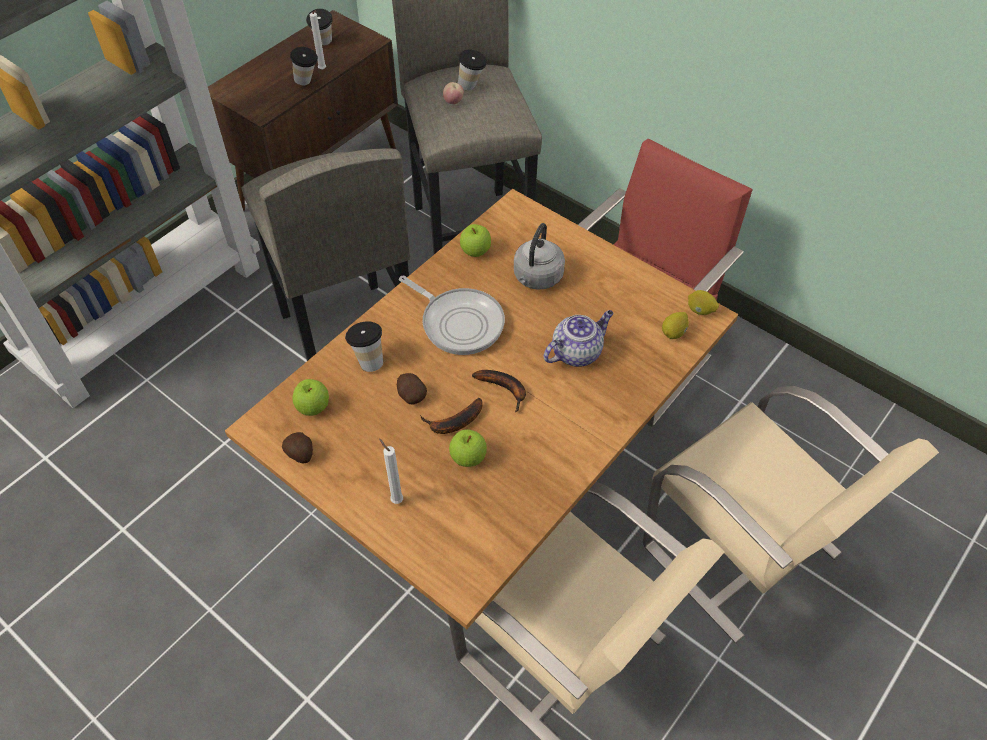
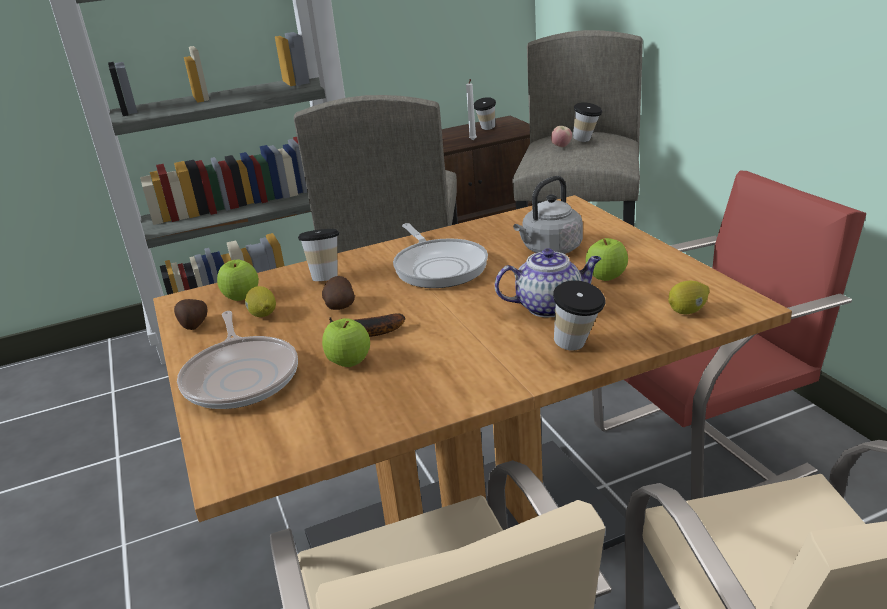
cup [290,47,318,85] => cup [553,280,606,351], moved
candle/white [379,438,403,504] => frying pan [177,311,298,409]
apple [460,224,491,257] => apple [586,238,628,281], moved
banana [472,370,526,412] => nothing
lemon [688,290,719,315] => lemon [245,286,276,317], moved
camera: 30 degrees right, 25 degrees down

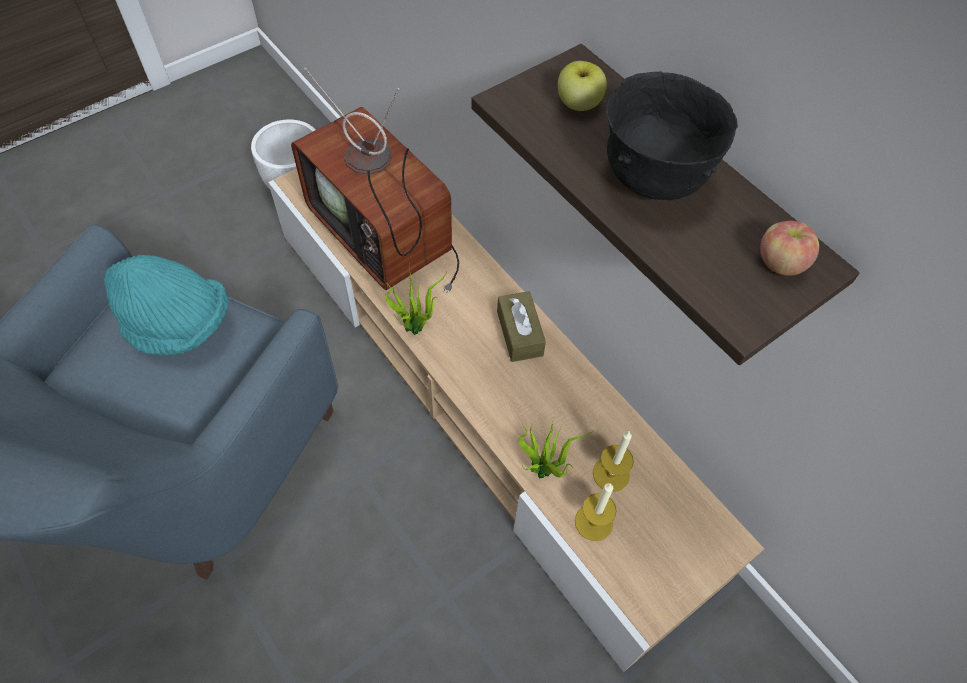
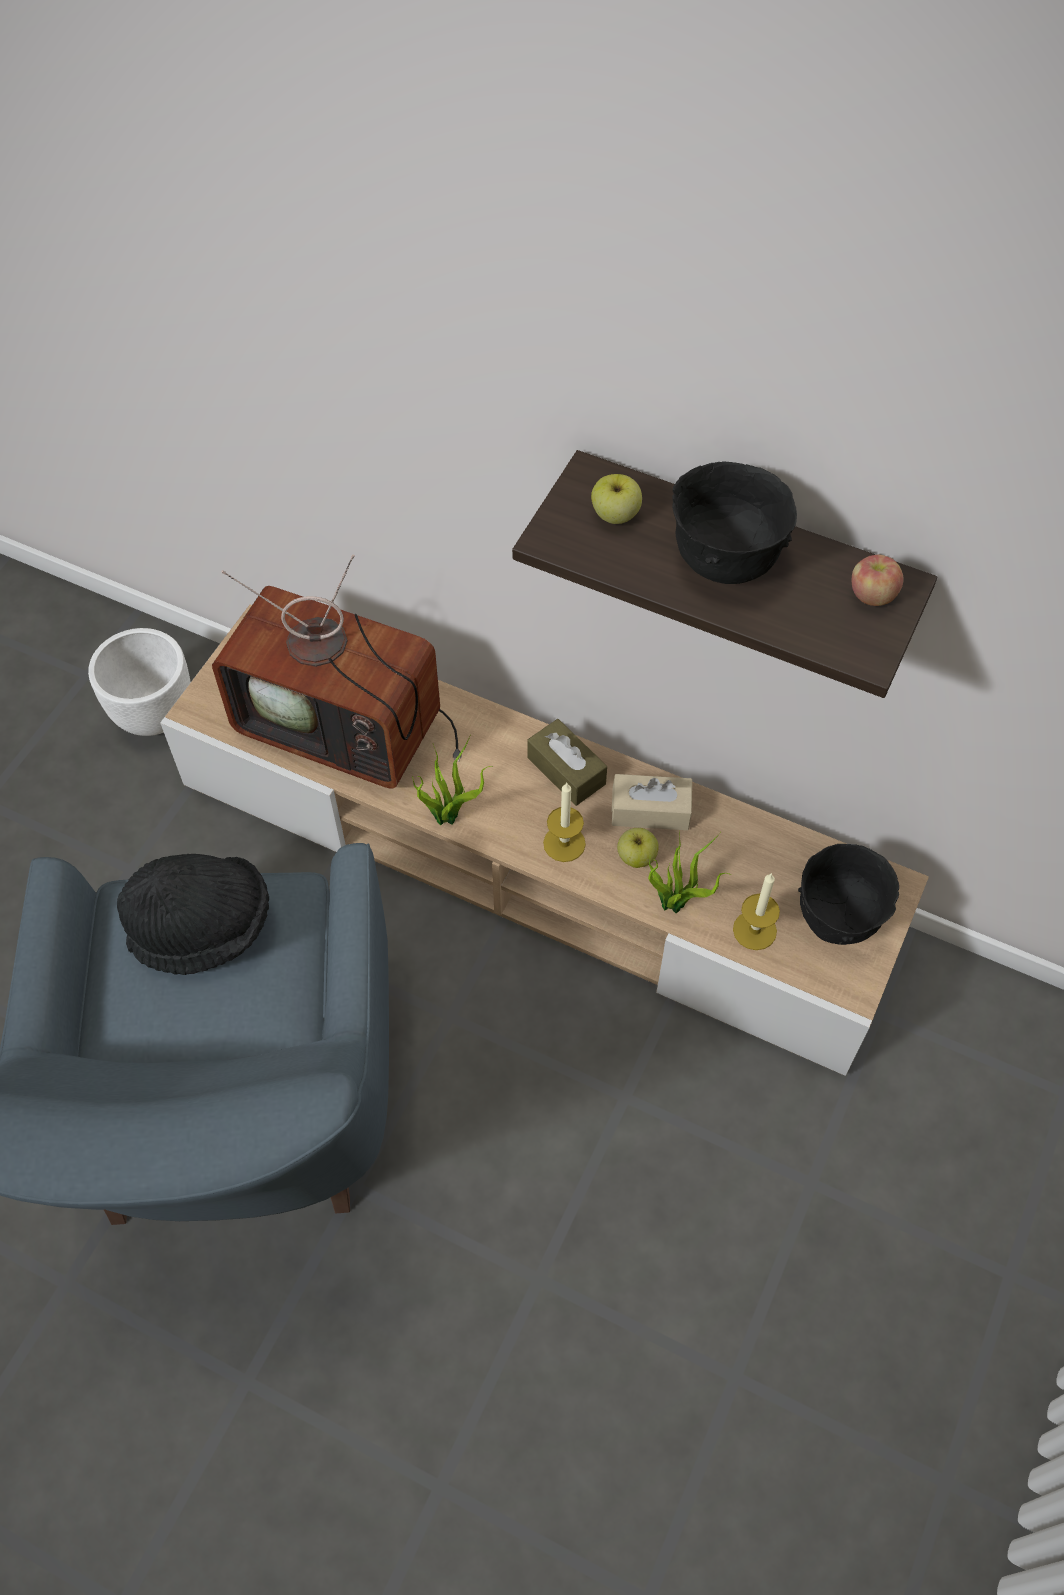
hat/turquoise [104,255,229,355] => hat/black [117,854,269,975]
candle [593,431,634,492] => candle [543,783,586,862], moved
nothing => tissue box/beige [611,774,692,830]
nothing => apple [617,828,659,868]
nothing => bowl/black [798,844,899,945]
camera: 25 degrees left, 0 degrees up

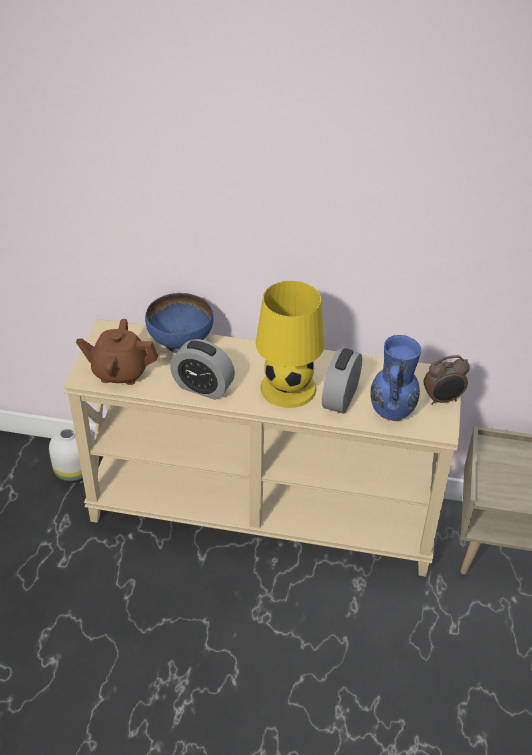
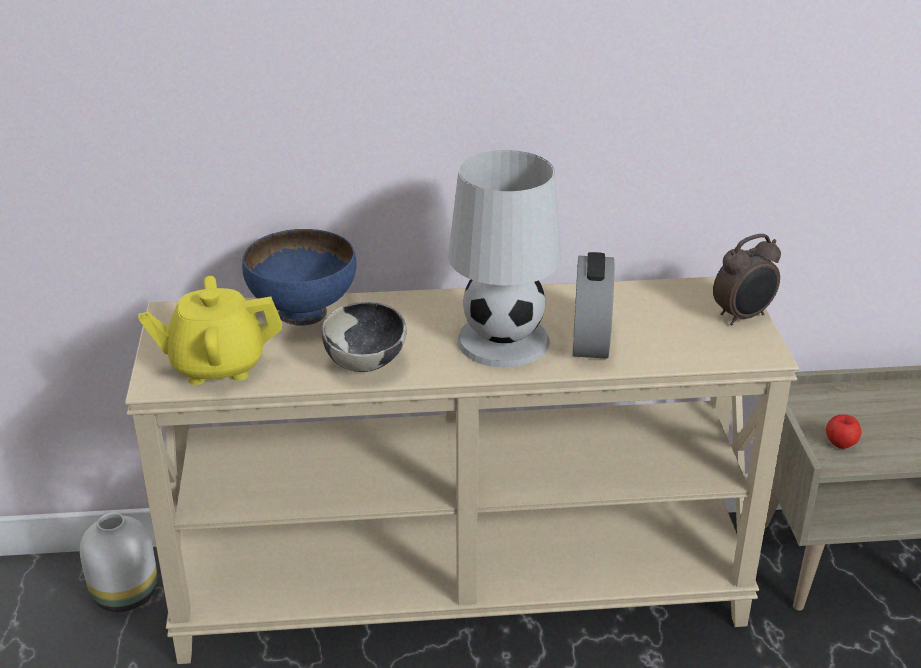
teapot/brown [76,319,158,385] => teapot/yellow [138,276,282,385]
alarm clock [170,339,235,400] => bowl [322,302,407,372]
table lamp/yellow [256,281,324,408] => table lamp/white [448,150,562,367]
vase/blue [371,335,421,421] => nothing
nothing => apple [826,414,862,449]
camera: 15 degrees left, 10 degrees down

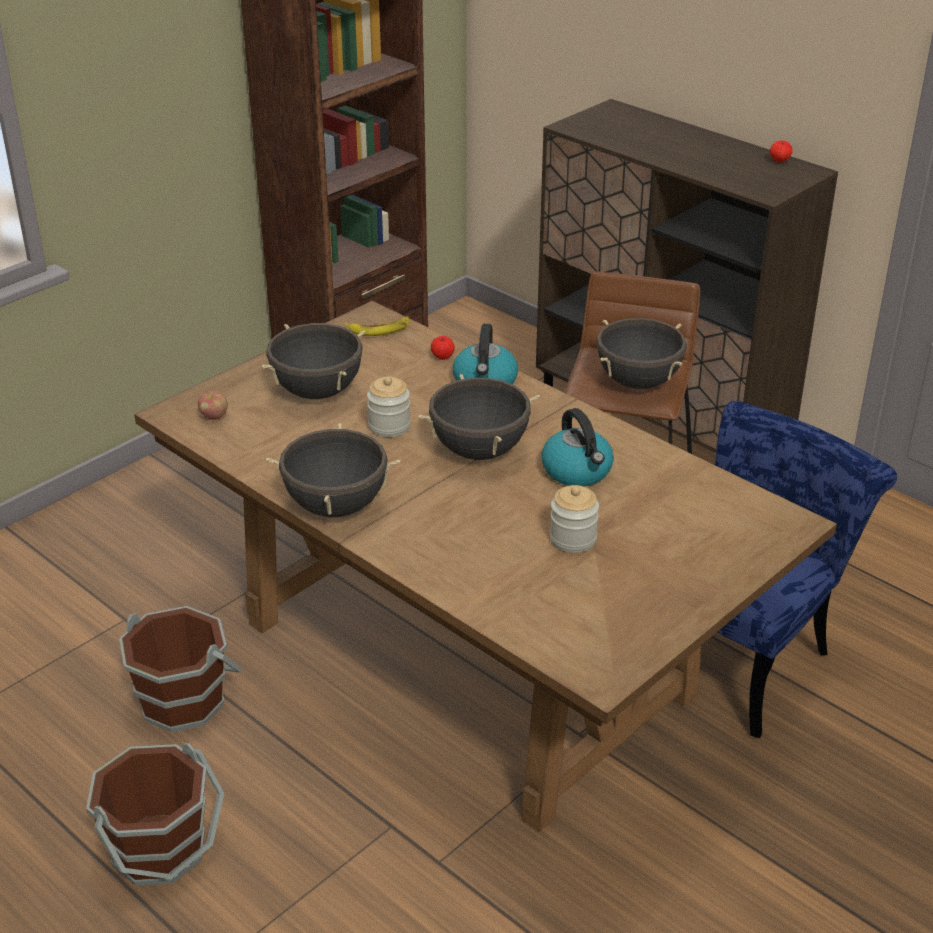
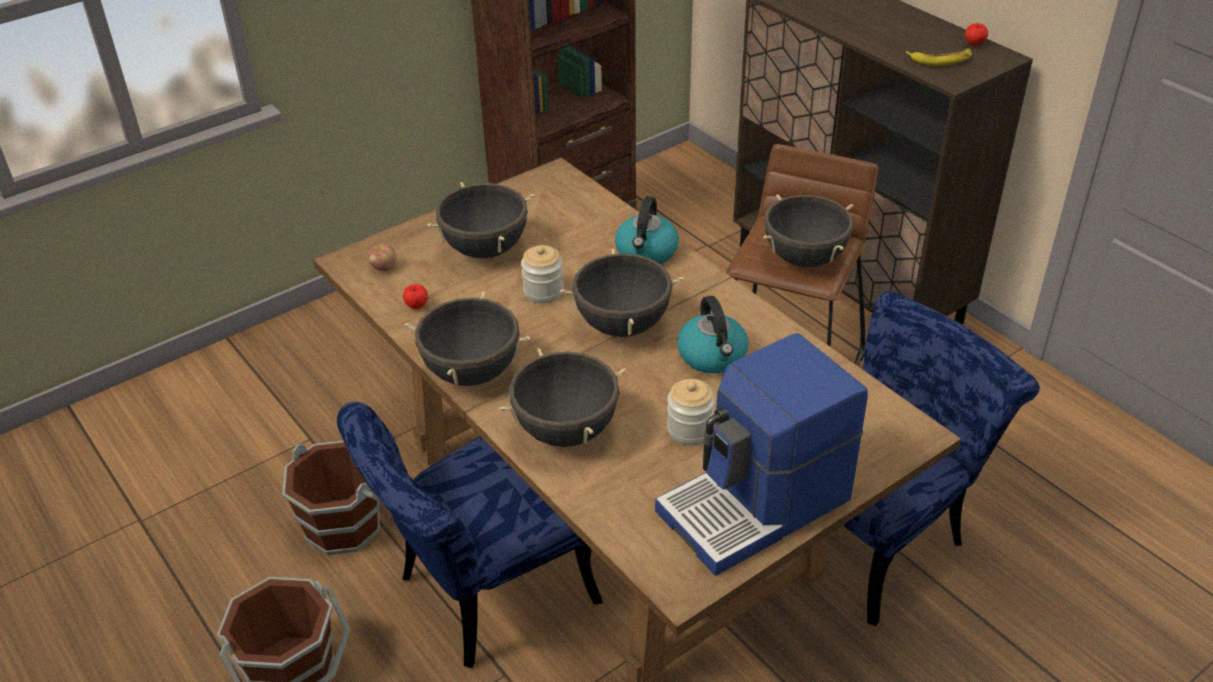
banana [344,317,410,336] => banana [906,49,972,66], moved
apple [431,336,455,360] => apple [403,284,428,309], moved
nothing => chair/blue [337,402,603,668]
nothing => cooking pot/black [499,348,627,447]
nothing => coffee machine [655,333,868,576]
camera: 10 degrees right, 5 degrees up

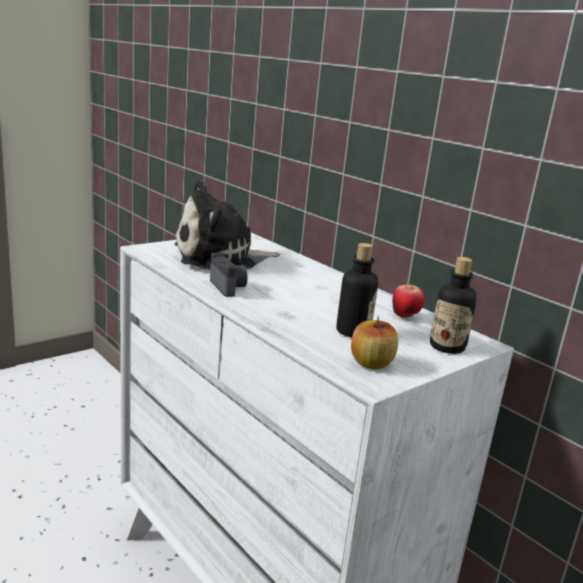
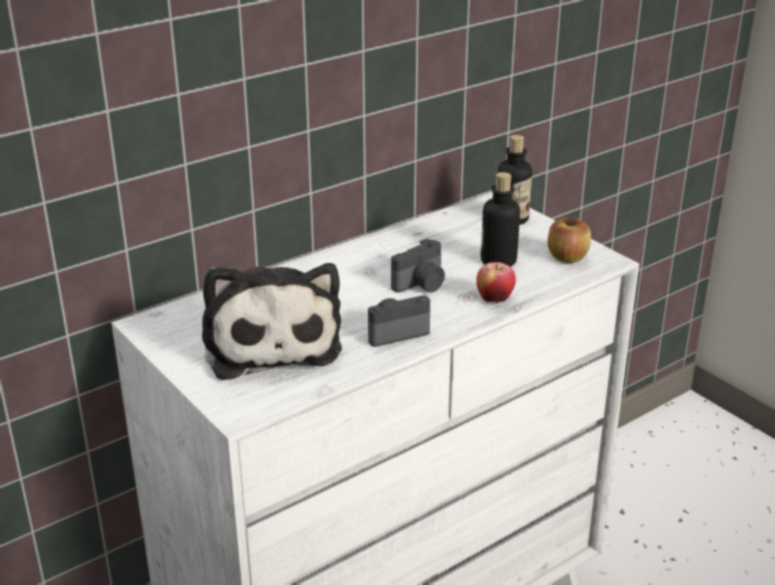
apple [392,285,425,318] => apple [476,262,516,303], moved
nothing => photo camera [391,239,445,292]
camera: 85 degrees left, 10 degrees up

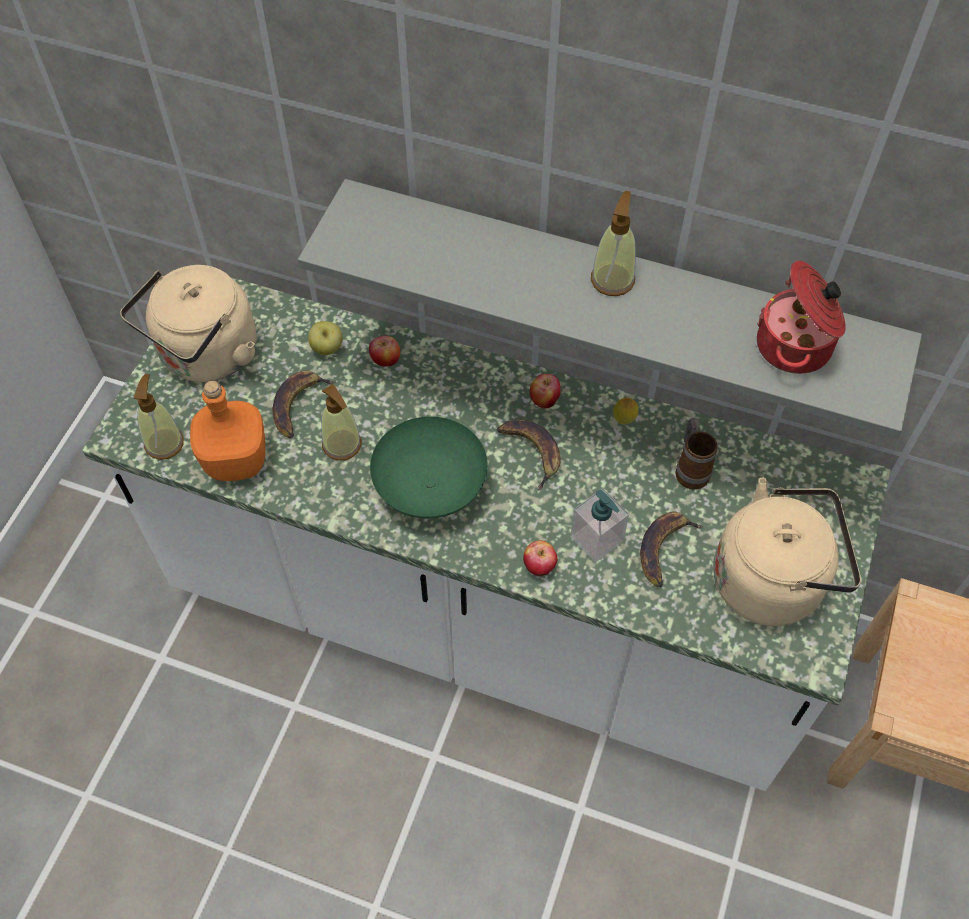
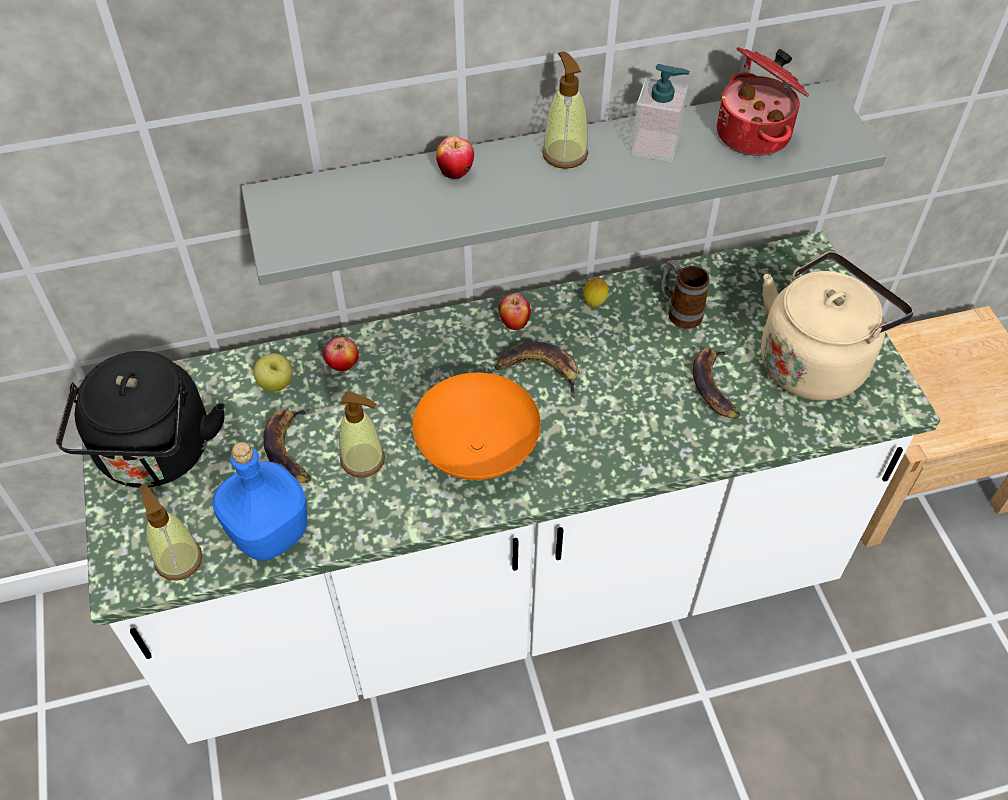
kettle/beige [120,265,256,382] => kettle/black [56,351,225,488]
bottle/orange [190,381,265,481] => bottle/blue [212,442,307,561]
bowl/green [370,416,488,518] => bowl/orange [412,373,541,480]
apple [523,540,558,576] => apple [436,136,474,179], moved
soap dispenser [570,488,629,563] => soap dispenser [631,64,690,162], moved
camera: 35 degrees left, 5 degrees down

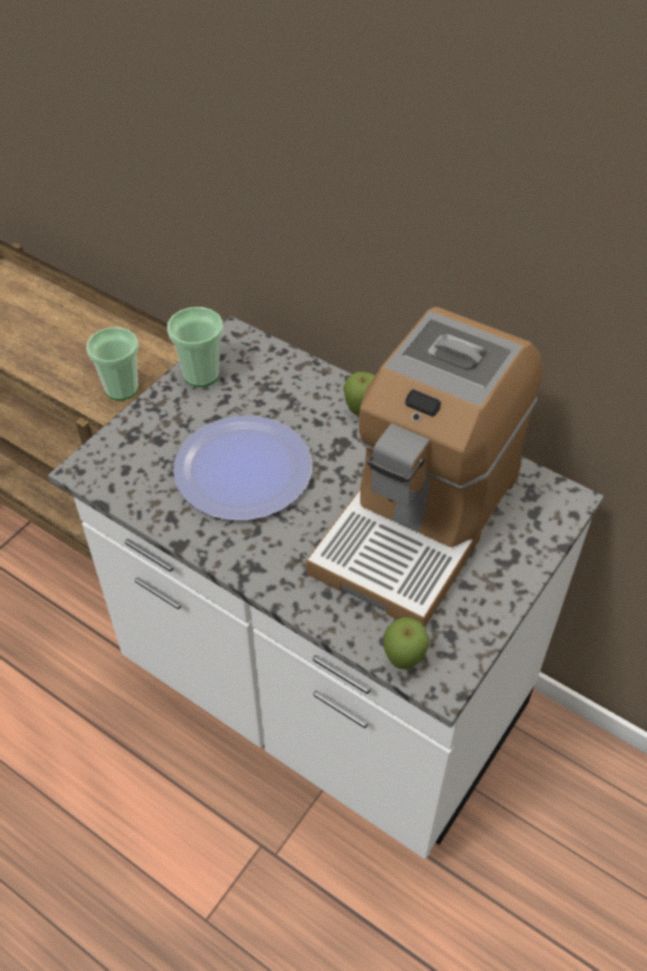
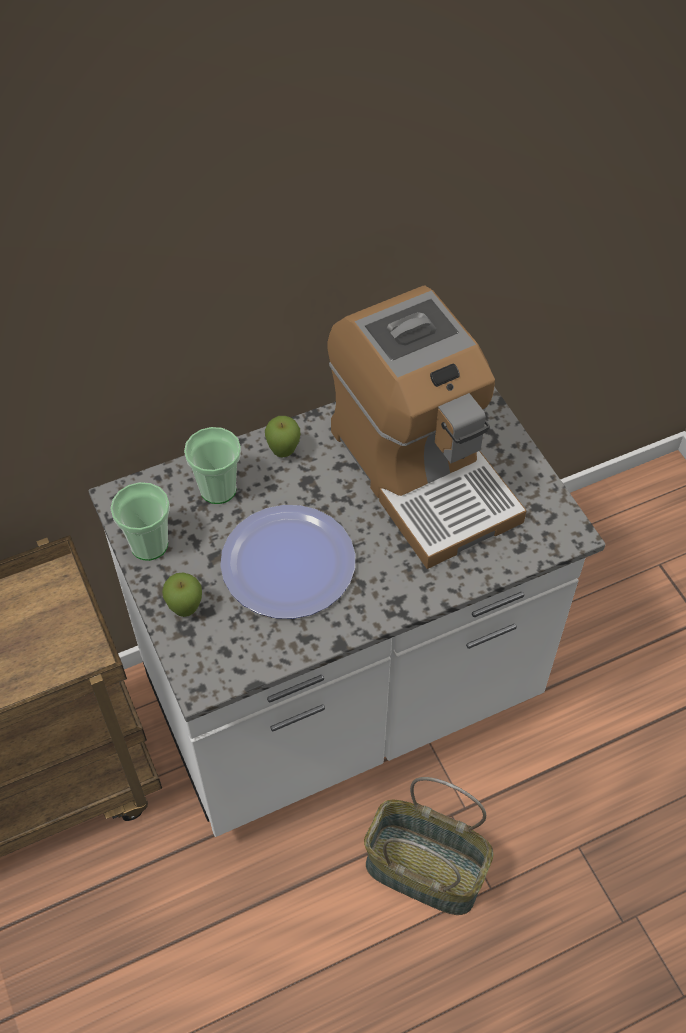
cup [86,327,139,400] => cup [184,427,241,504], moved
apple [383,617,429,670] => apple [162,573,202,617], moved
nothing => basket [364,777,494,915]
camera: 60 degrees left, 5 degrees up

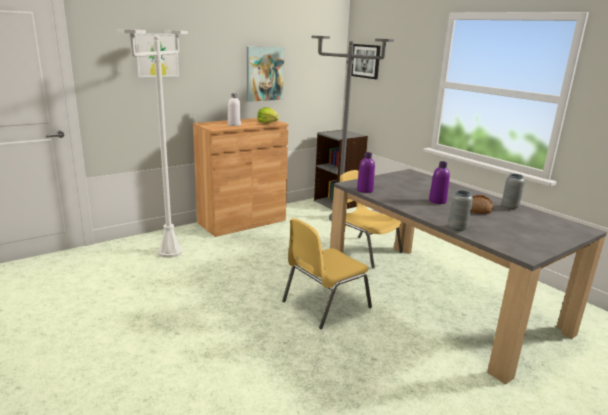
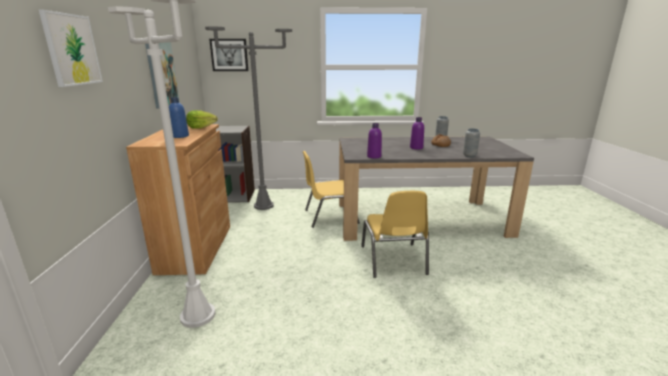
bottle/white [228,93,241,126] => bottle/blue [169,97,189,138]
camera: 55 degrees left, 0 degrees up

